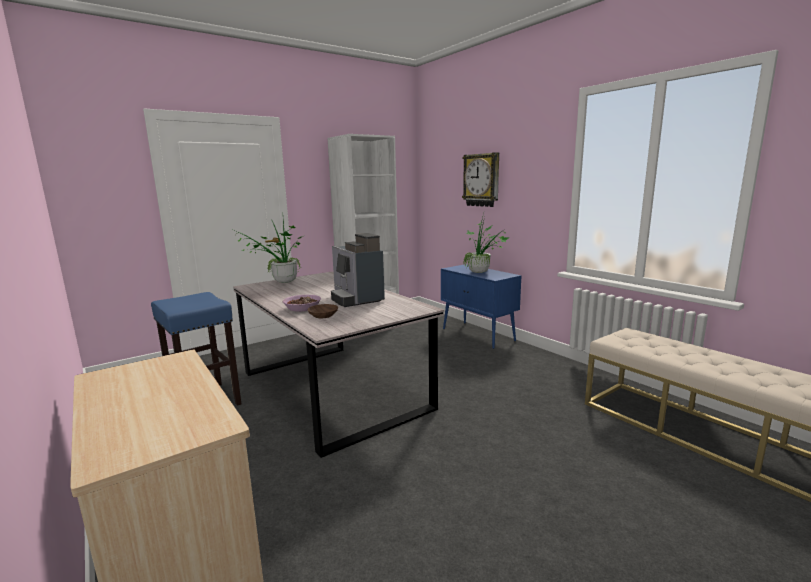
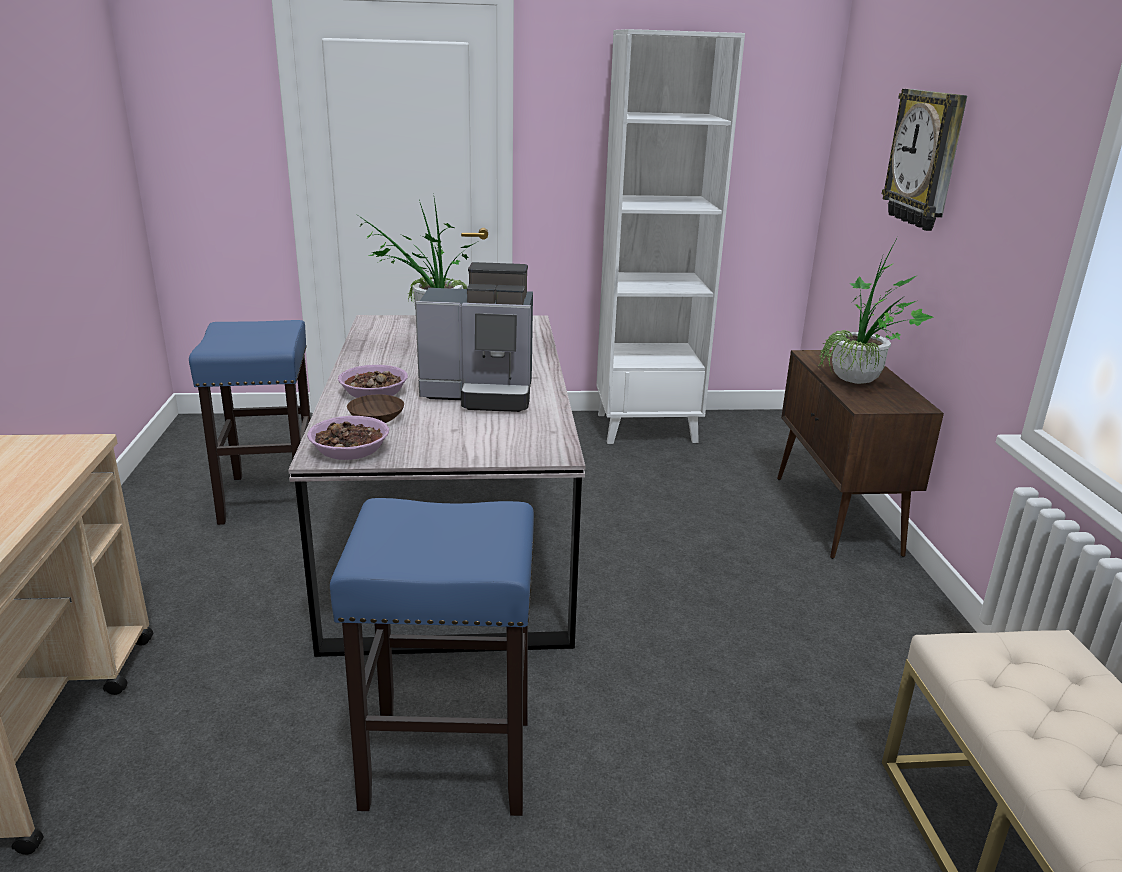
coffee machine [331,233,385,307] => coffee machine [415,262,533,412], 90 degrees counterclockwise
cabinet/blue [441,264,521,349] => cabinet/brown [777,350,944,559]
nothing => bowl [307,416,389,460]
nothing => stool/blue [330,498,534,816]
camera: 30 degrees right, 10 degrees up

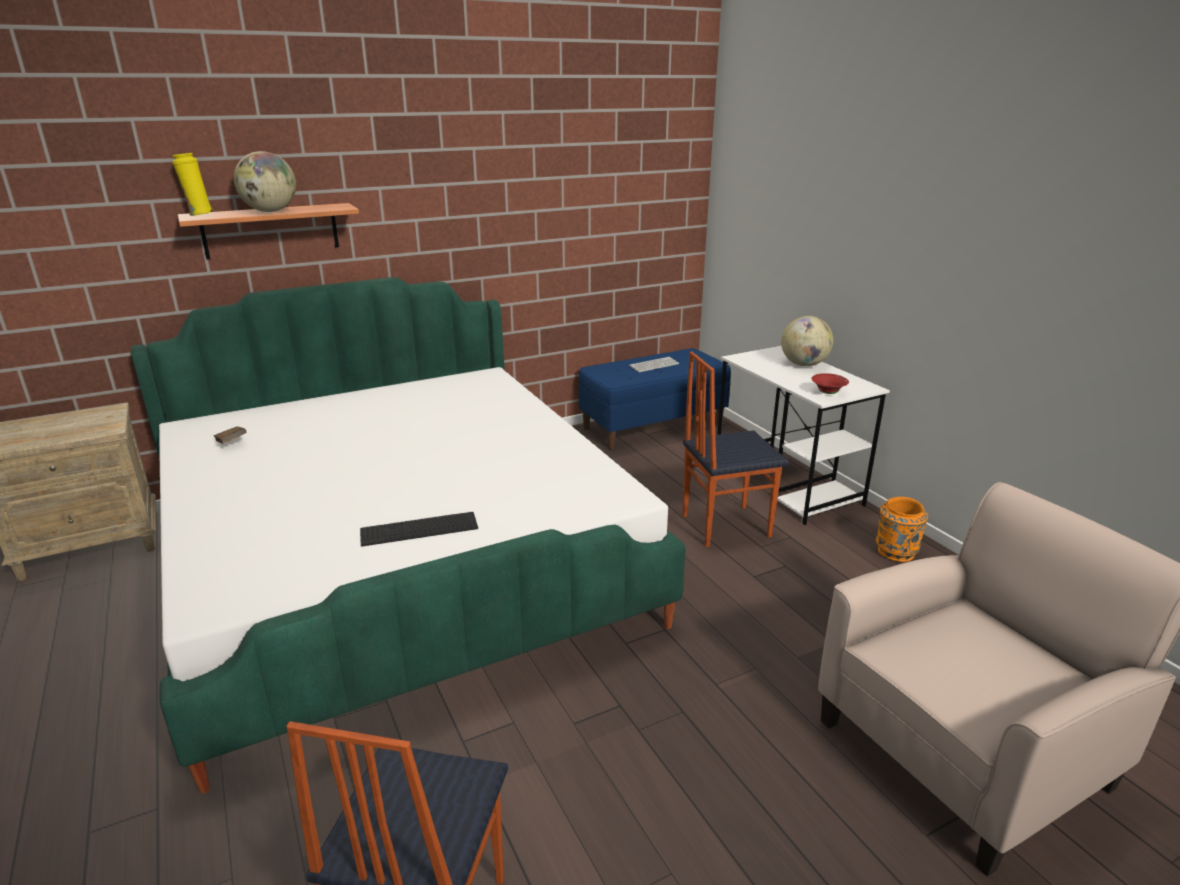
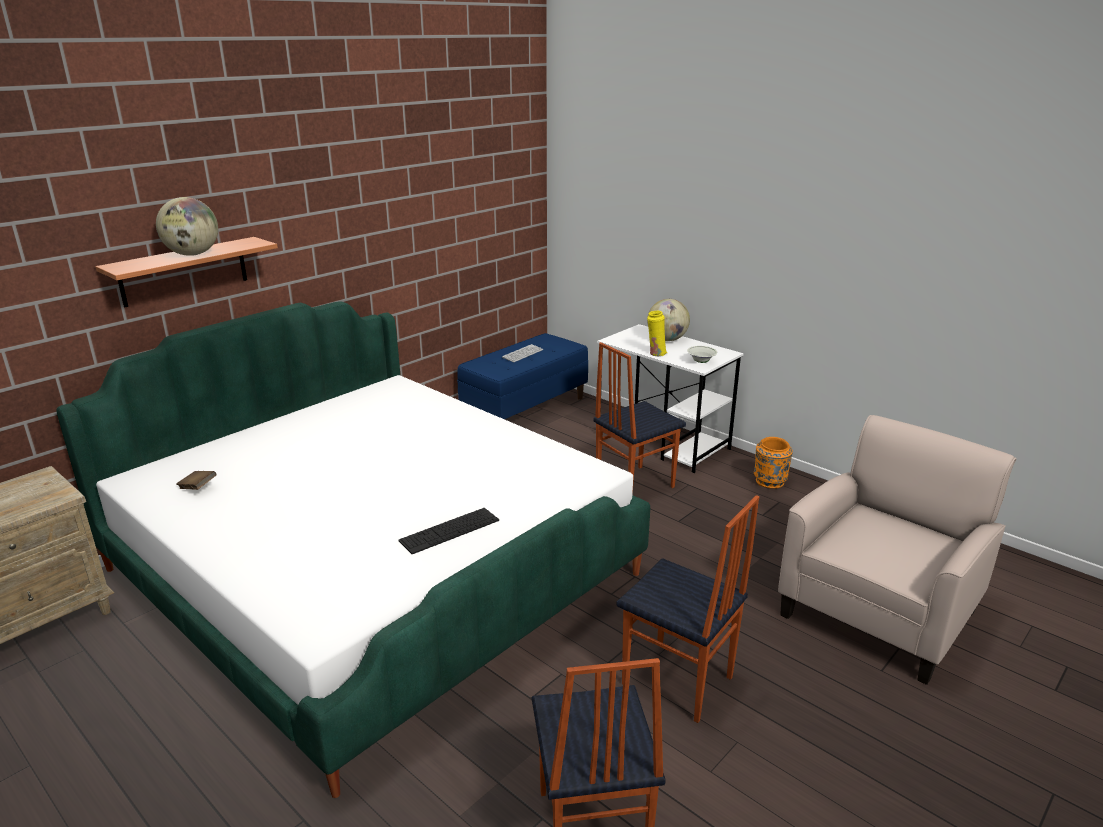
vase/yellow [172,153,213,216] => vase/yellow [647,311,667,357], moved
bowl/red [811,373,849,394] => bowl/white [687,346,717,363]
nothing => chair [616,495,759,723]
camera: 20 degrees left, 0 degrees up

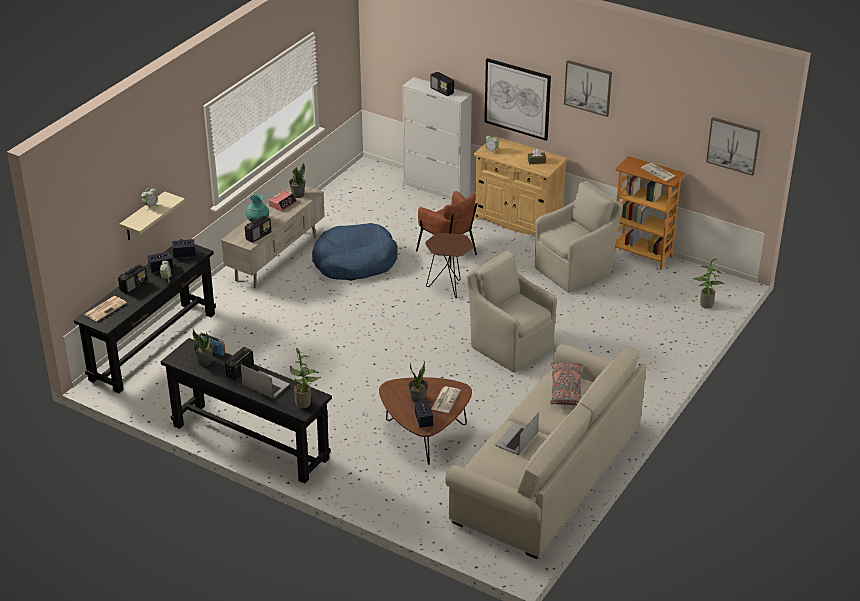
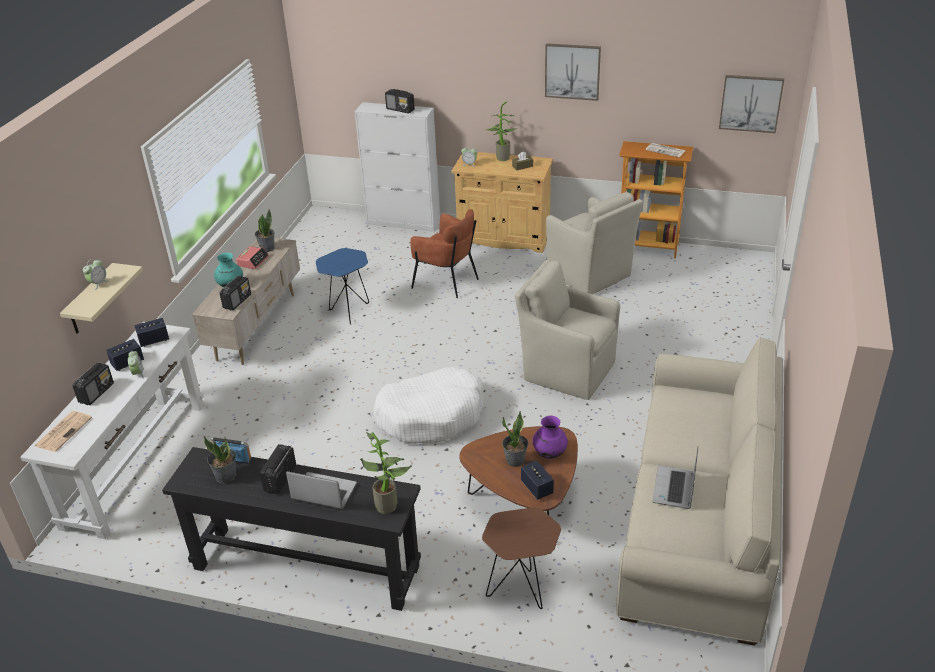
console table/black [74,239,216,394] => console table/white [20,322,204,539]
dog bed/blue [312,223,398,281] => side table/blue [316,248,369,324]
side table/brown [425,233,474,298] => side table/brown [482,507,561,609], moved
newspaper [431,386,461,413] => vase/purple [532,416,568,459]
picture [484,58,551,141] => nothing
armchair/beige [535,181,623,293] => armchair/beige [546,192,643,294], 105 degrees clockwise
pillow/grey [550,362,583,405] => nothing
potted plant [694,258,725,309] => potted plant [487,101,516,161], moved
nothing => dog bed/white [374,367,484,444]
camera: 15 degrees left, 0 degrees up

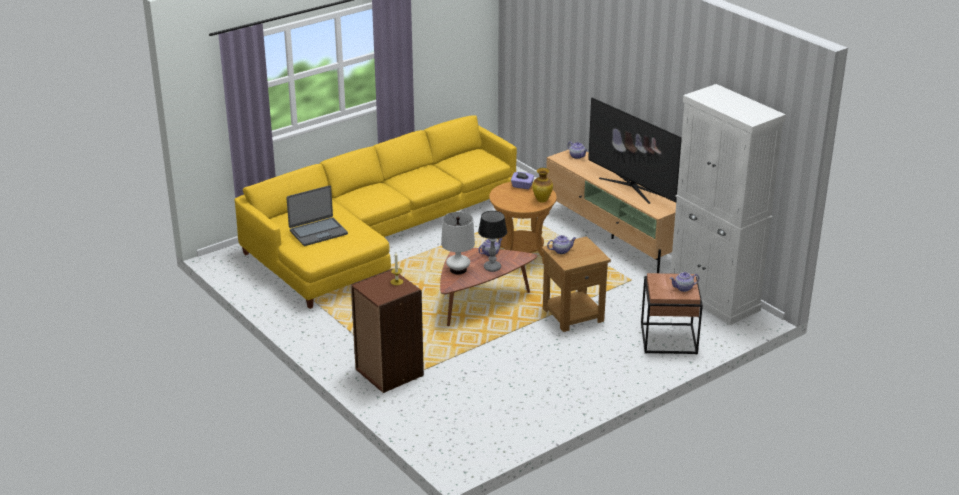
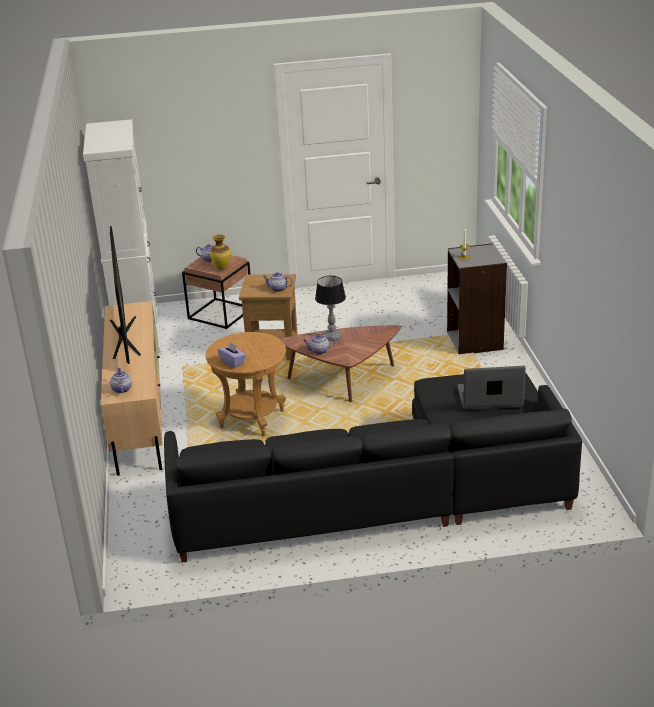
sofa/yellow [235,115,517,309] => sofa/black [164,372,582,563]
bookcase/brown [351,269,424,393] => bookcase/grey [447,243,507,354]
table lamp/white [441,212,475,274] => nothing
vase [532,168,553,203] => vase [210,235,231,270], moved
camera: 150 degrees left, 0 degrees up

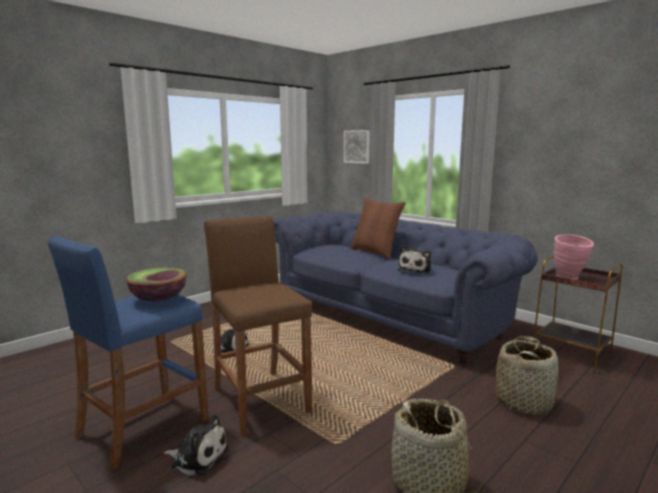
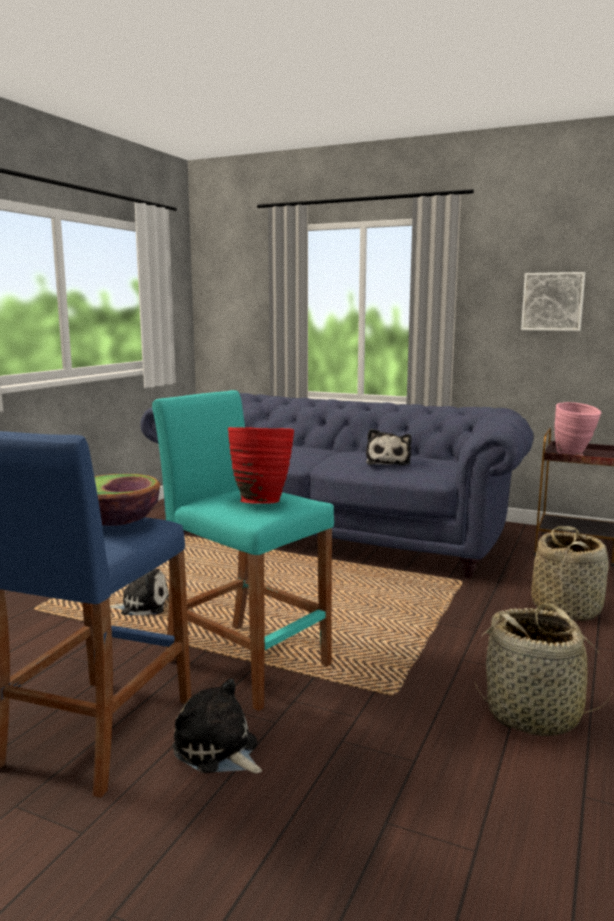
plush toy [164,415,228,476] => plush toy [173,678,262,773], 135 degrees counterclockwise
stool/brown [204,216,312,436] => stool/turquoise [152,390,334,711]
picture [344,130,370,164] => picture [521,272,585,331], moved
pillow/brown [351,197,405,259] => nothing
nothing => vase/red [228,427,294,504]
camera: 20 degrees left, 0 degrees up

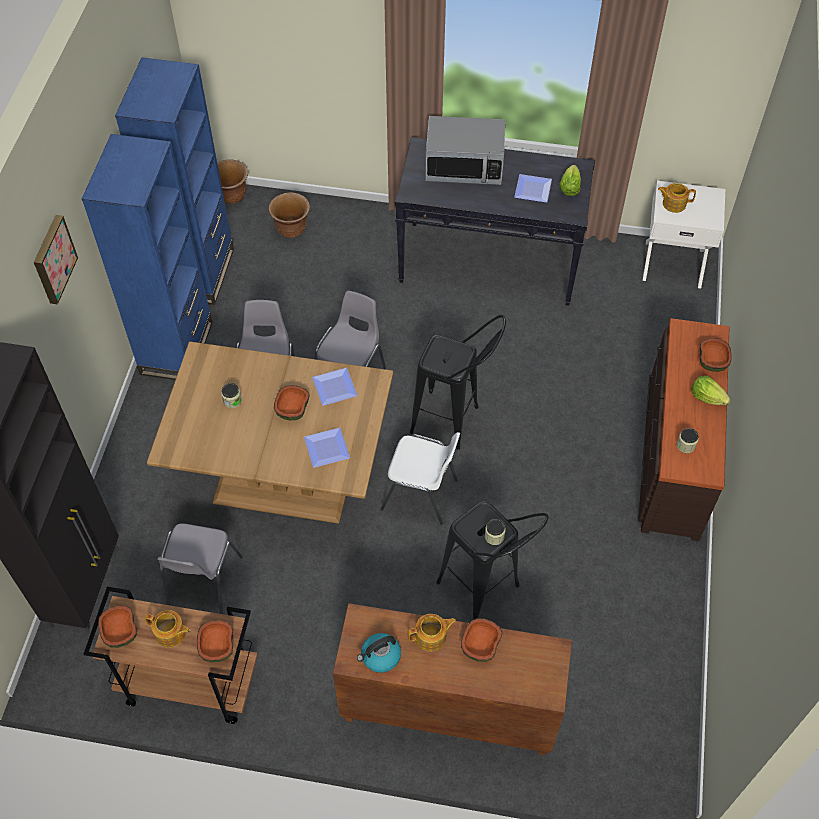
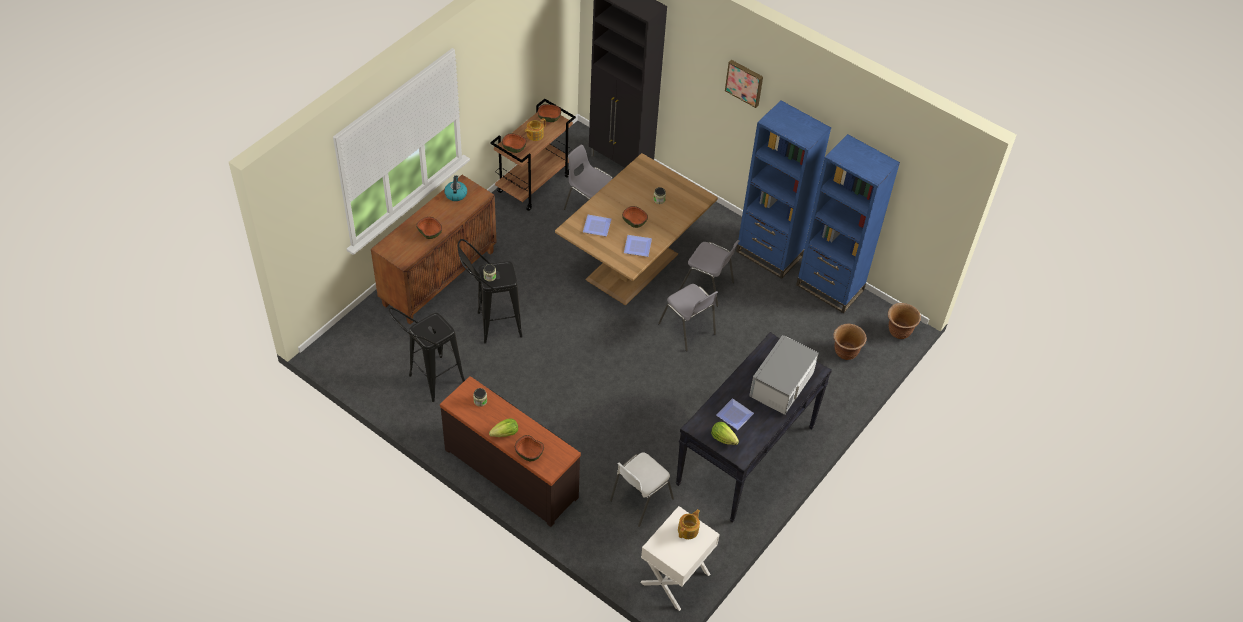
chair/white [380,432,460,525] => chair/white [610,452,674,527], moved
teapot [408,614,456,652] => nothing
stool/black [410,315,506,450] => stool/black [388,307,465,402], moved
camera: 115 degrees right, 5 degrees down

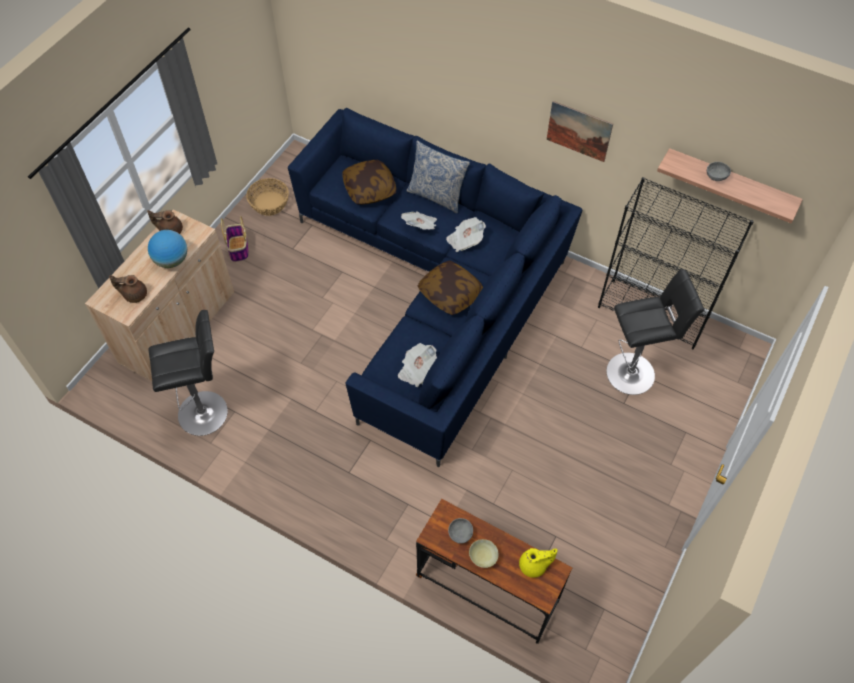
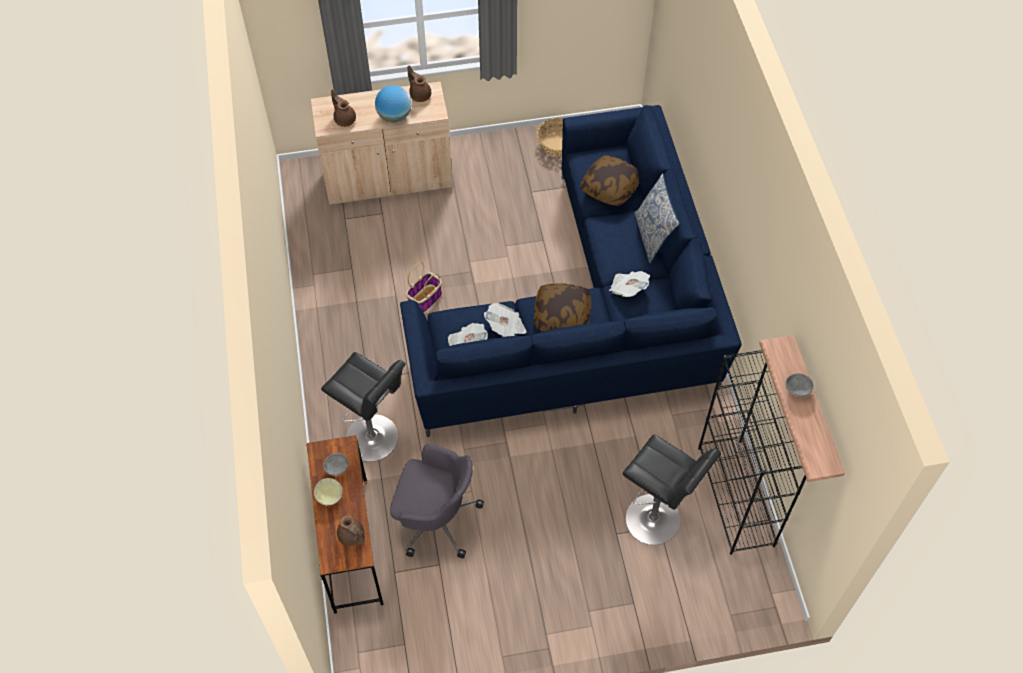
stool/black [149,310,228,436] => stool/black [321,352,406,462], moved
basket [221,216,249,262] => basket [406,262,442,313], moved
newspaper [401,211,437,230] => newspaper [484,303,527,337], moved
teapot/yellow [519,548,557,578] => teapot/brown [337,515,365,546]
picture [547,101,613,162] => nothing
nothing => office chair/grey [390,444,484,558]
camera: 50 degrees right, 0 degrees up

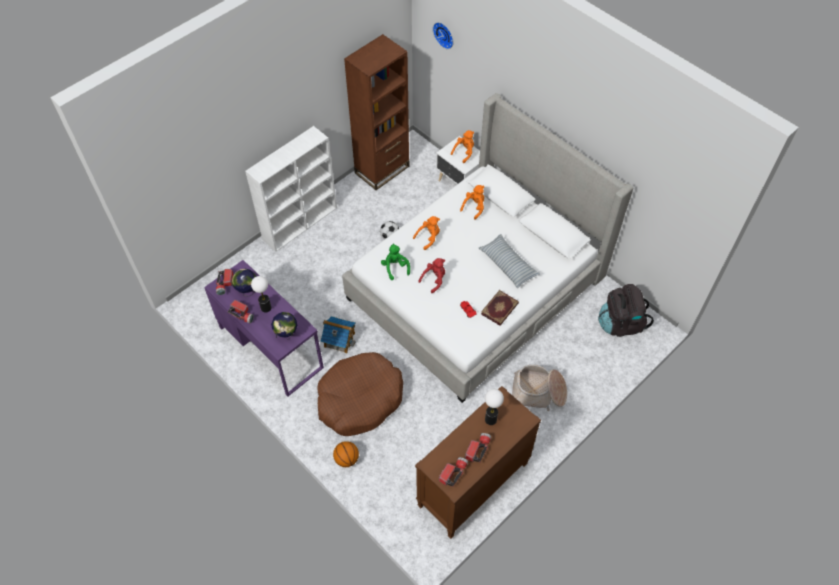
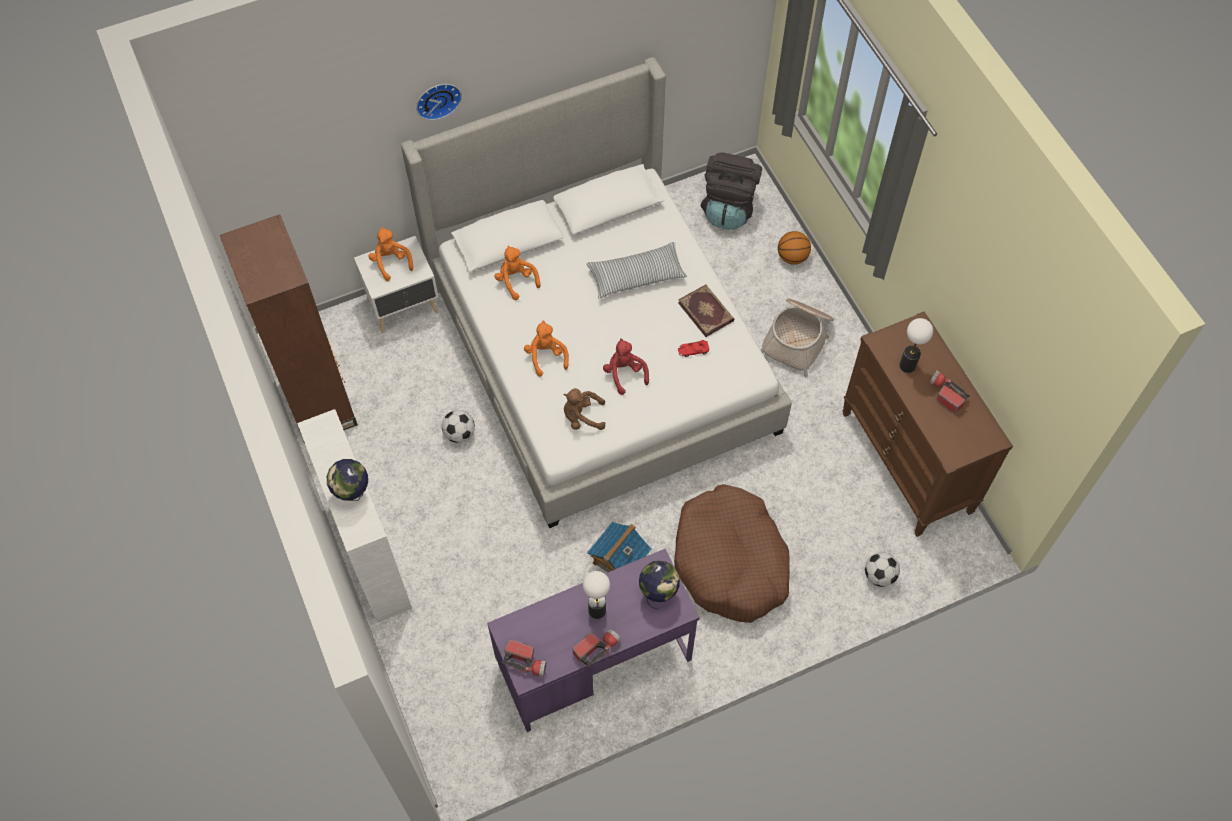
globe [232,269,256,296] => globe [327,459,368,501], moved
basketball [333,441,359,467] => basketball [778,231,811,265], moved
plush toy/green [381,243,410,280] => plush toy/brown [563,388,606,430]
wall clock [433,22,453,49] => wall clock [416,84,462,120], moved
flashlight [439,457,468,487] => nothing
nothing => football [865,552,900,587]
camera: 70 degrees left, 5 degrees up

